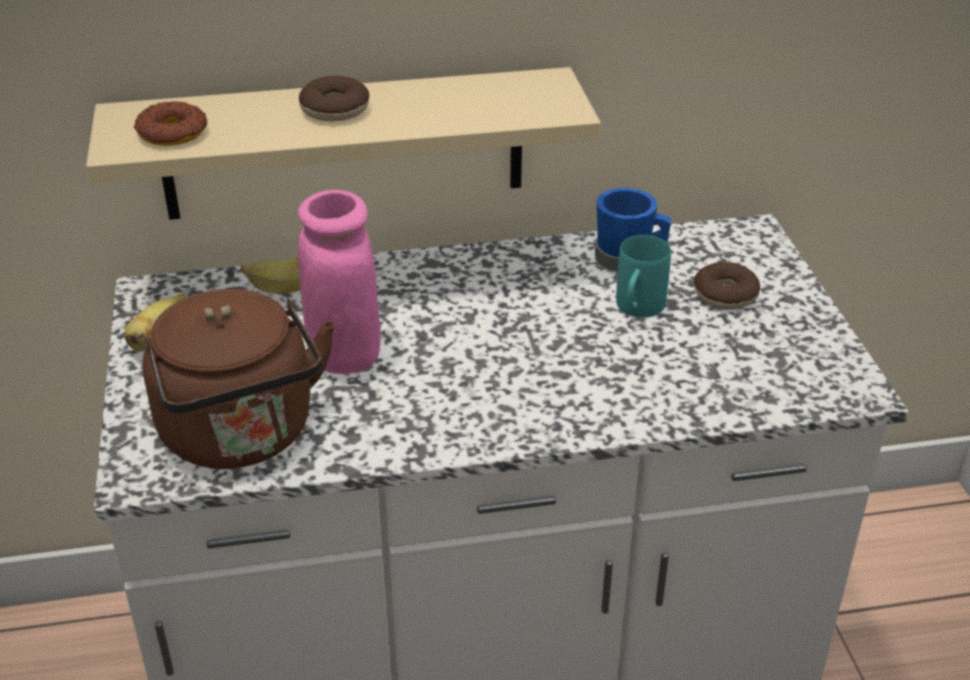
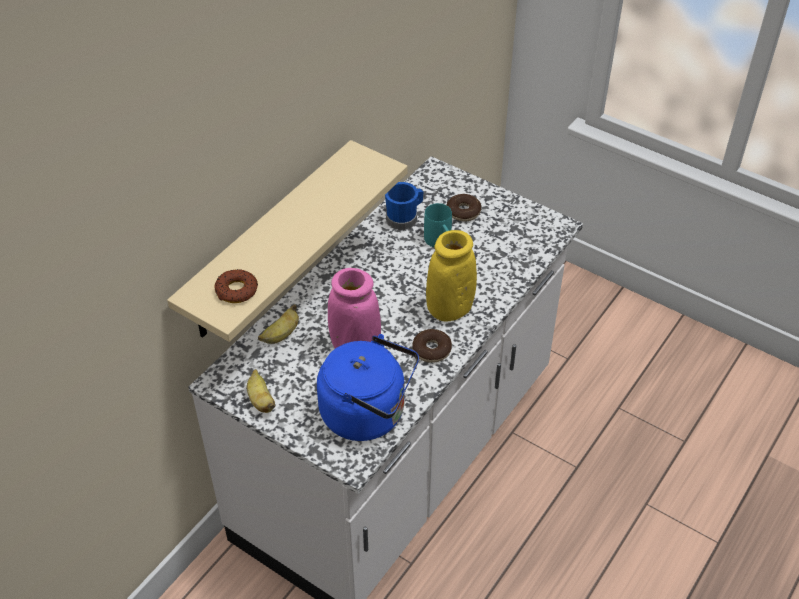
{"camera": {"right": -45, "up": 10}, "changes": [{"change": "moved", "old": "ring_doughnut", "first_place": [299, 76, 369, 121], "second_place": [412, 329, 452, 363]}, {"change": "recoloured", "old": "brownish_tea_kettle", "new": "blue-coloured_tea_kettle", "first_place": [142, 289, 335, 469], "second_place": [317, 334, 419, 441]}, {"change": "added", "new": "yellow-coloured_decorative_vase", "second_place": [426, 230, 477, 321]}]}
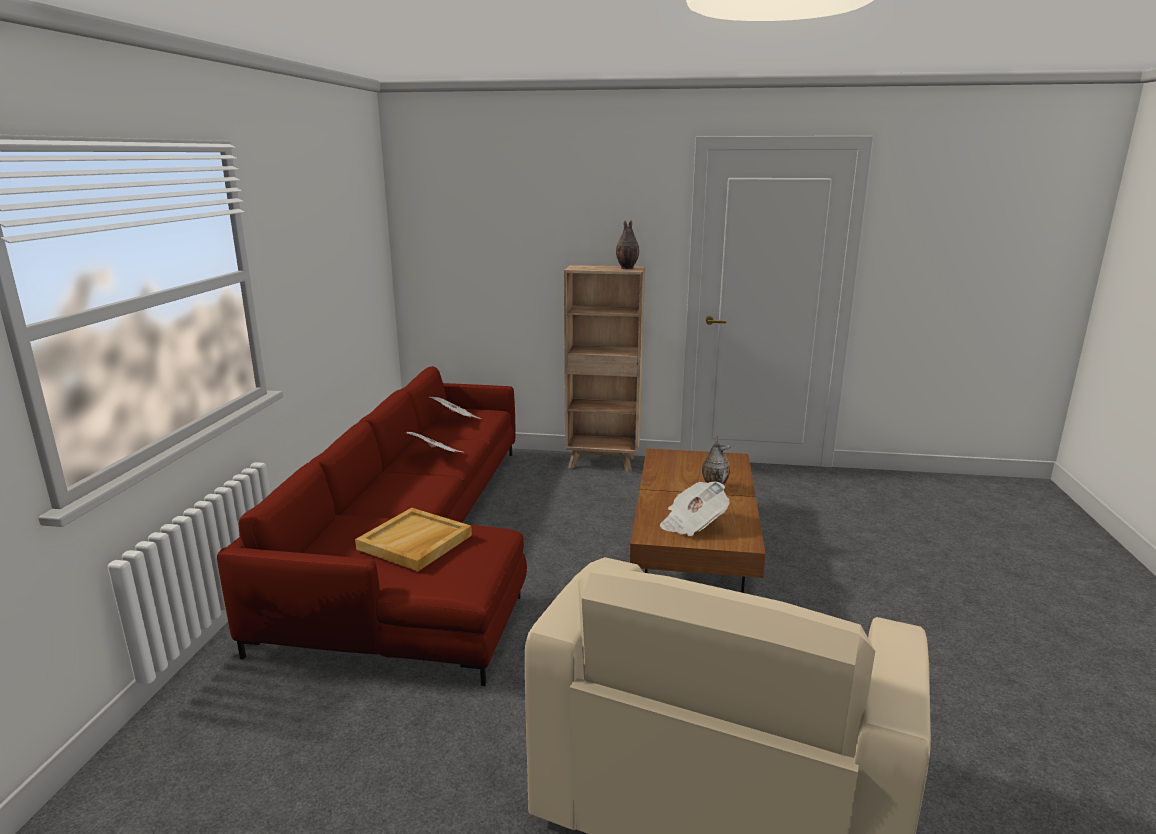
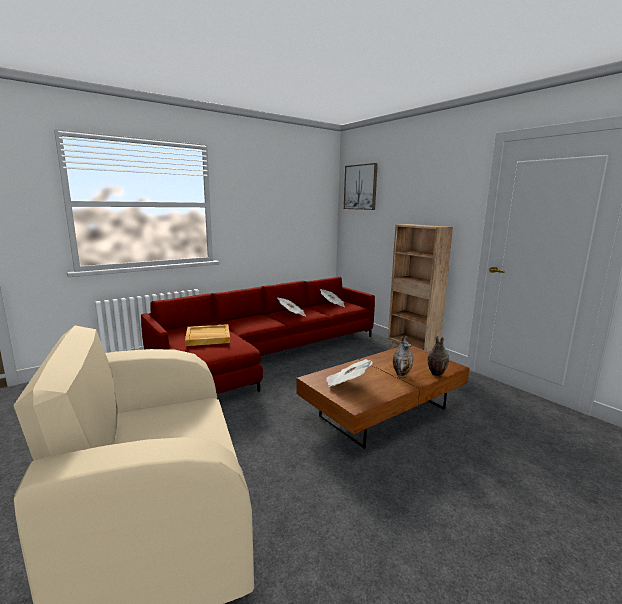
{"camera": {"right": 45, "up": -5}, "changes": [{"change": "moved", "old": "decorative_vase", "first_place": [616, 220, 639, 269], "second_place": [428, 336, 449, 376]}, {"change": "added", "new": "wall_art", "second_place": [344, 163, 378, 210]}]}
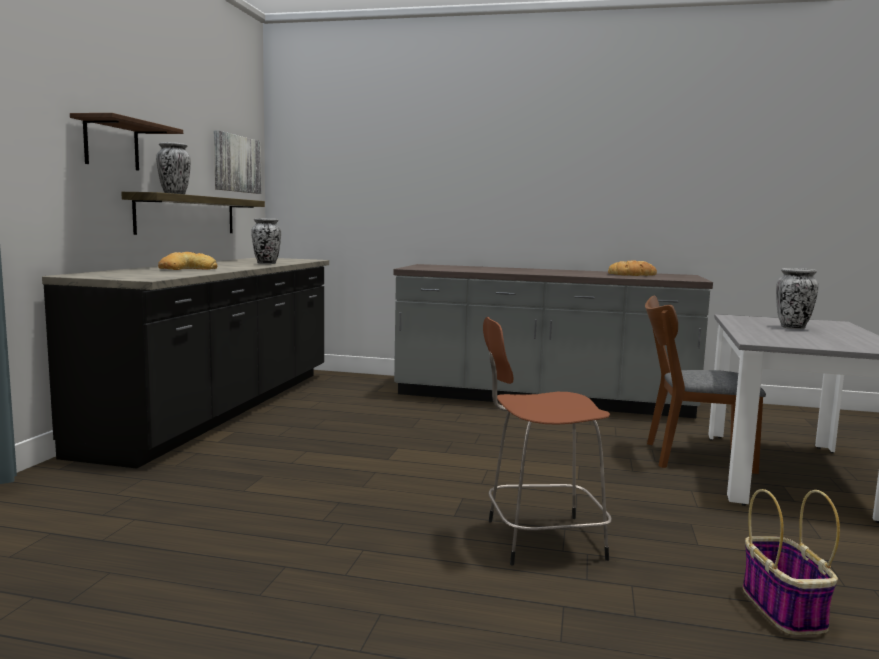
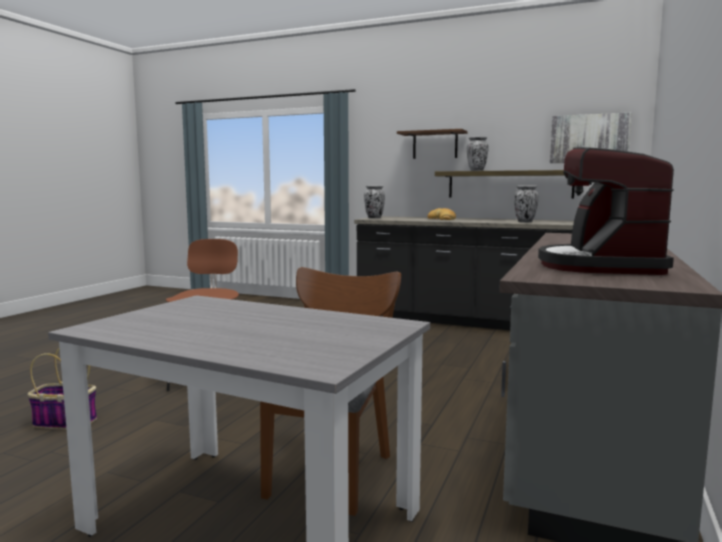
{"camera": {"right": 100, "up": 0}, "changes": [{"change": "replaced", "old": "bakery_bread", "new": "coffee_maker", "first_place": [608, 260, 657, 276], "second_place": [538, 147, 674, 275]}, {"change": "moved", "old": "decorative_vase", "first_place": [776, 268, 819, 329], "second_place": [364, 186, 385, 219]}]}
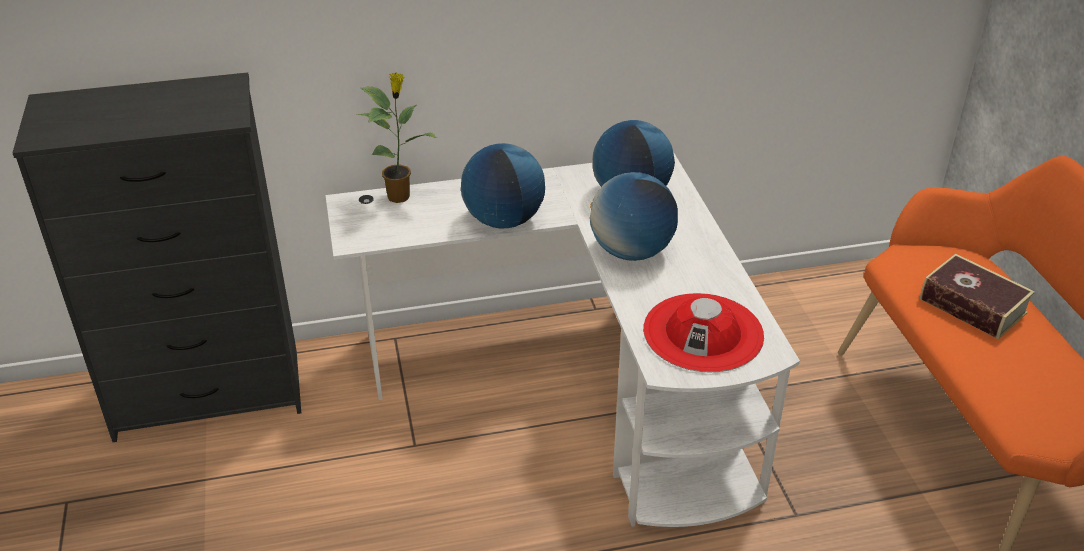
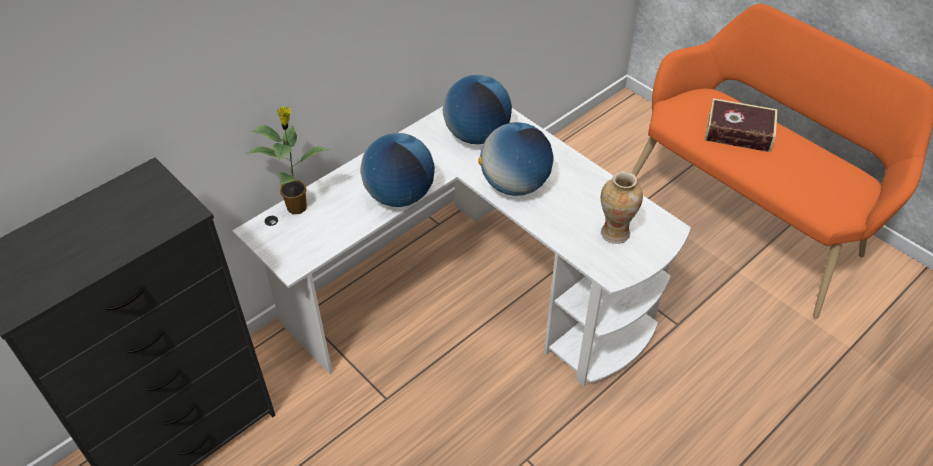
{"camera": {"right": -30, "up": 10}, "changes": [{"change": "replaced", "old": "red_wearable_hat", "new": "decorative_vase", "first_place": [643, 293, 764, 373], "second_place": [601, 171, 643, 244]}]}
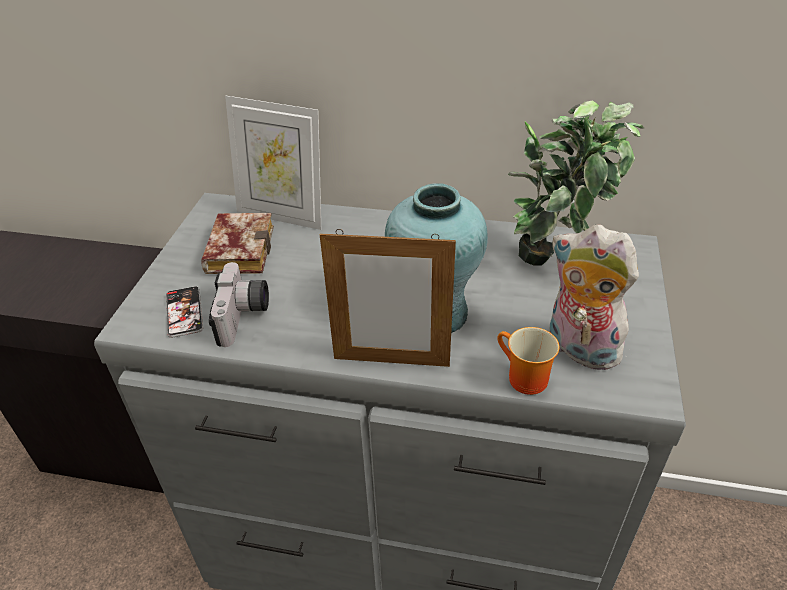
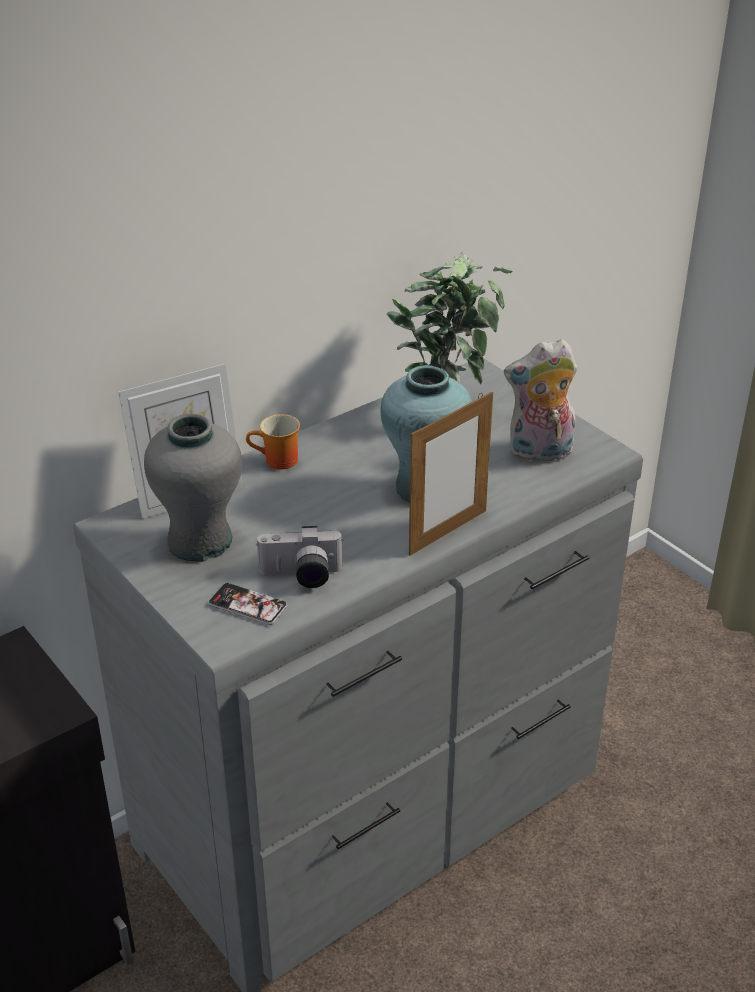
{"camera": {"right": -50, "up": -5}, "changes": [{"change": "replaced", "old": "bound_book", "new": "grey_decorative_vase", "first_place": [201, 213, 274, 274], "second_place": [144, 414, 242, 562]}, {"change": "turned", "old": "still_camera", "first_place": [209, 262, 269, 347], "second_place": [256, 526, 344, 588], "degrees": 135}, {"change": "moved", "old": "tea_mug", "first_place": [497, 327, 560, 395], "second_place": [246, 414, 300, 469]}]}
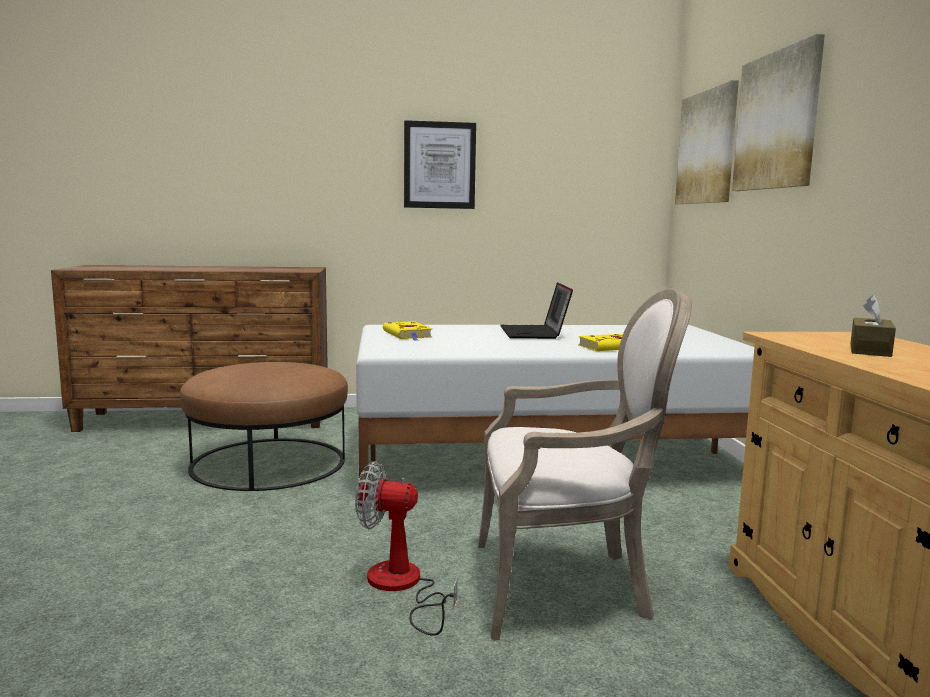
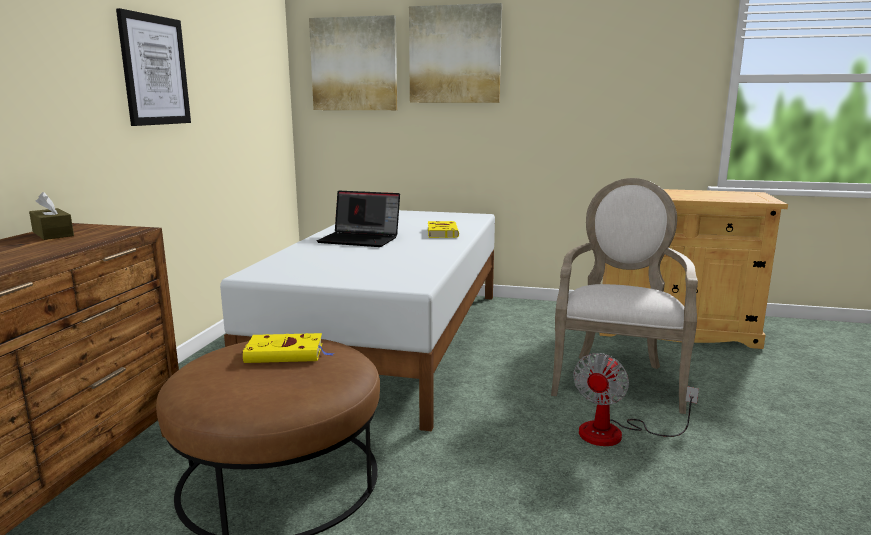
{"camera": {"right": -70, "up": 5}, "changes": [{"change": "moved", "old": "brownish_tissue_box", "first_place": [850, 295, 896, 357], "second_place": [29, 192, 74, 240]}, {"change": "moved", "old": "yellow-coloured_bound_book", "first_place": [383, 321, 432, 341], "second_place": [243, 333, 334, 363]}]}
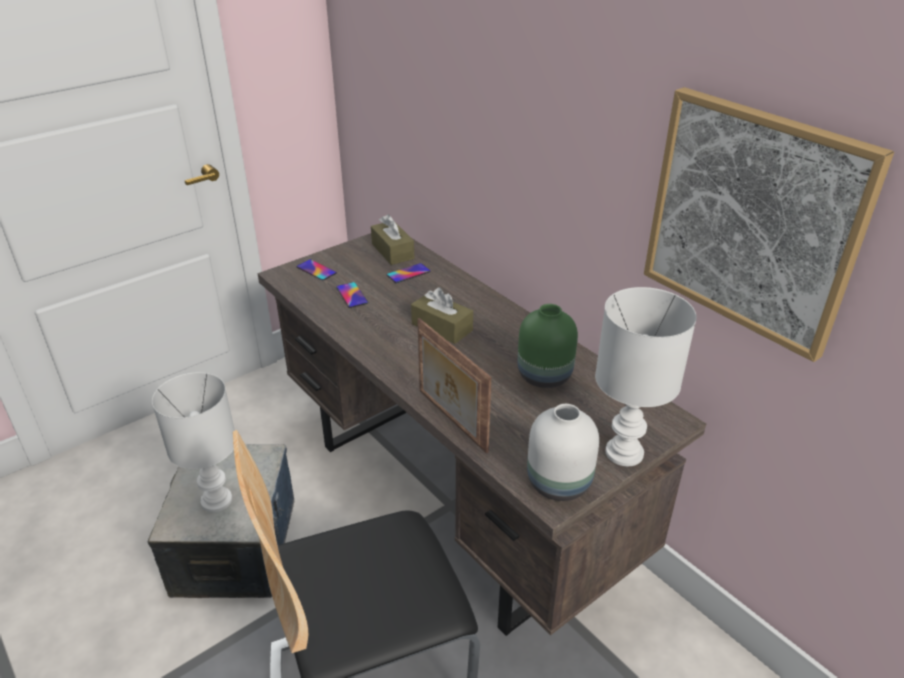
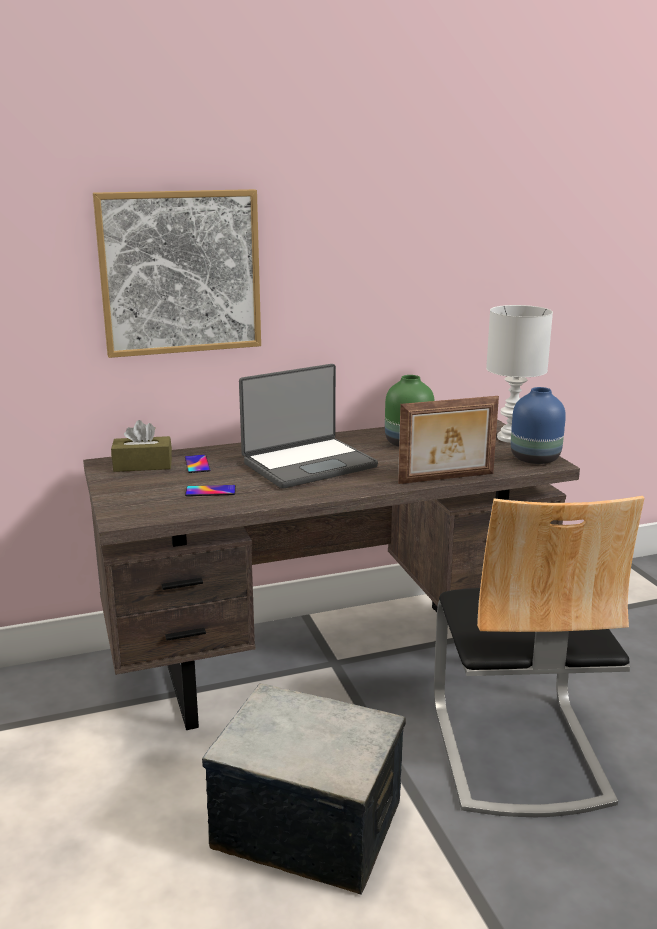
{"camera": {"right": -70, "up": -15}, "changes": [{"change": "moved", "old": "wall_art", "first_place": [644, 87, 894, 362], "second_place": [93, 189, 261, 358]}, {"change": "removed", "old": "telephone", "first_place": [297, 259, 337, 281]}, {"change": "replaced", "old": "brownish_tissue_box", "new": "laptop", "first_place": [411, 287, 473, 344], "second_place": [239, 364, 378, 489]}, {"change": "removed", "old": "white-coloured_lamp_for_a_table", "first_place": [152, 372, 235, 512]}, {"change": "recoloured", "old": "white-coloured_decorative_vase", "new": "blue-coloured_decorative_vase", "first_place": [527, 404, 599, 501], "second_place": [511, 387, 566, 464]}]}
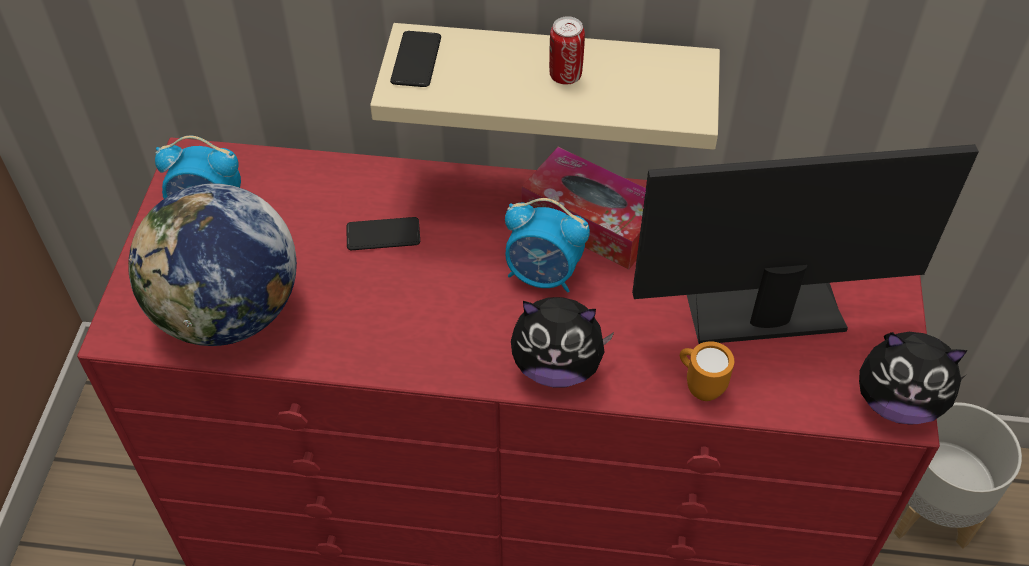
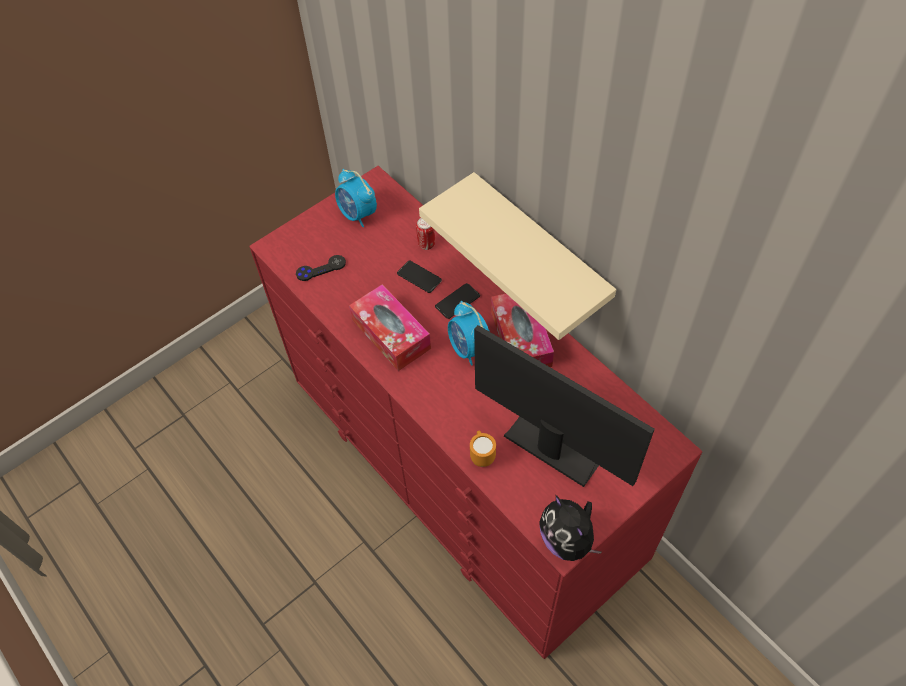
{"camera": {"right": 45, "up": 5}, "changes": [{"change": "moved", "old": "can", "first_place": [549, 16, 585, 85], "second_place": [416, 218, 435, 250]}, {"change": "moved", "old": "telephone", "first_place": [390, 31, 441, 87], "second_place": [435, 283, 480, 319]}, {"change": "replaced", "old": "world_globe", "new": "blackish_joypad", "first_place": [128, 184, 297, 346], "second_place": [296, 255, 346, 281]}, {"change": "removed", "old": "soft_toy", "first_place": [511, 297, 615, 388]}, {"change": "removed", "old": "grey_planter", "first_place": [894, 402, 1022, 549]}, {"change": "added", "new": "tissue_box", "second_place": [349, 284, 431, 371]}]}
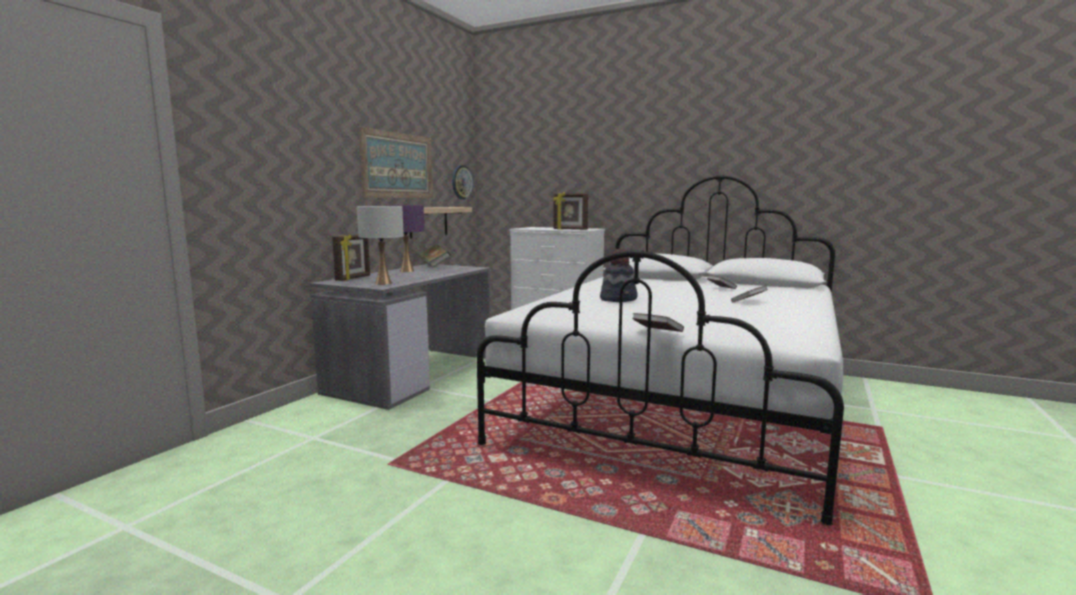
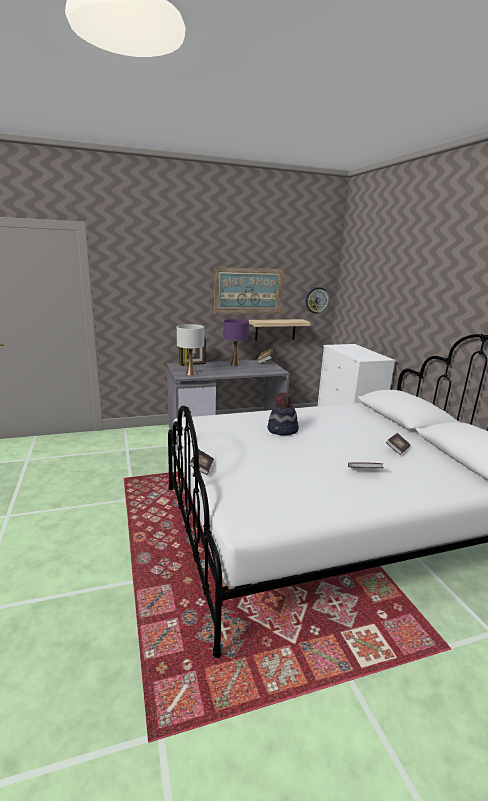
{"camera": {"right": 45, "up": 10}, "changes": [{"change": "removed", "old": "photo_frame", "first_place": [553, 192, 588, 230]}]}
